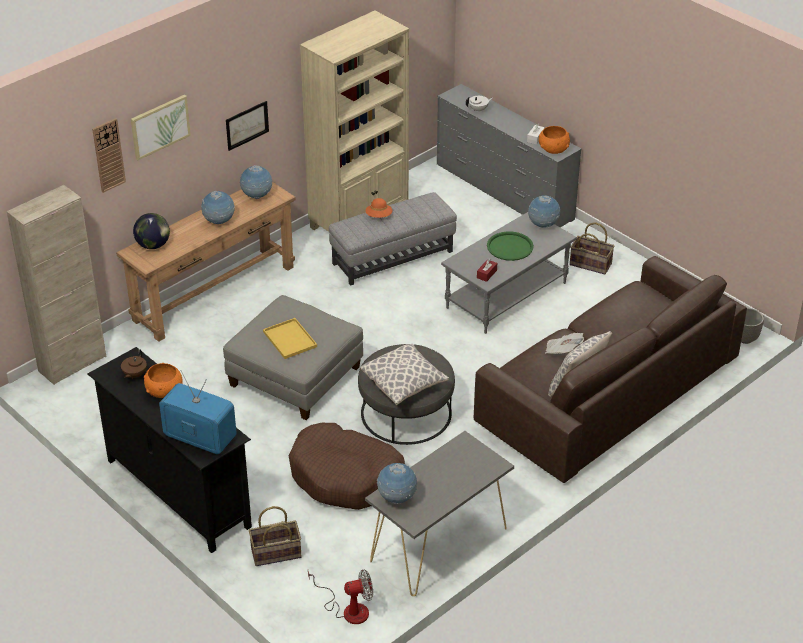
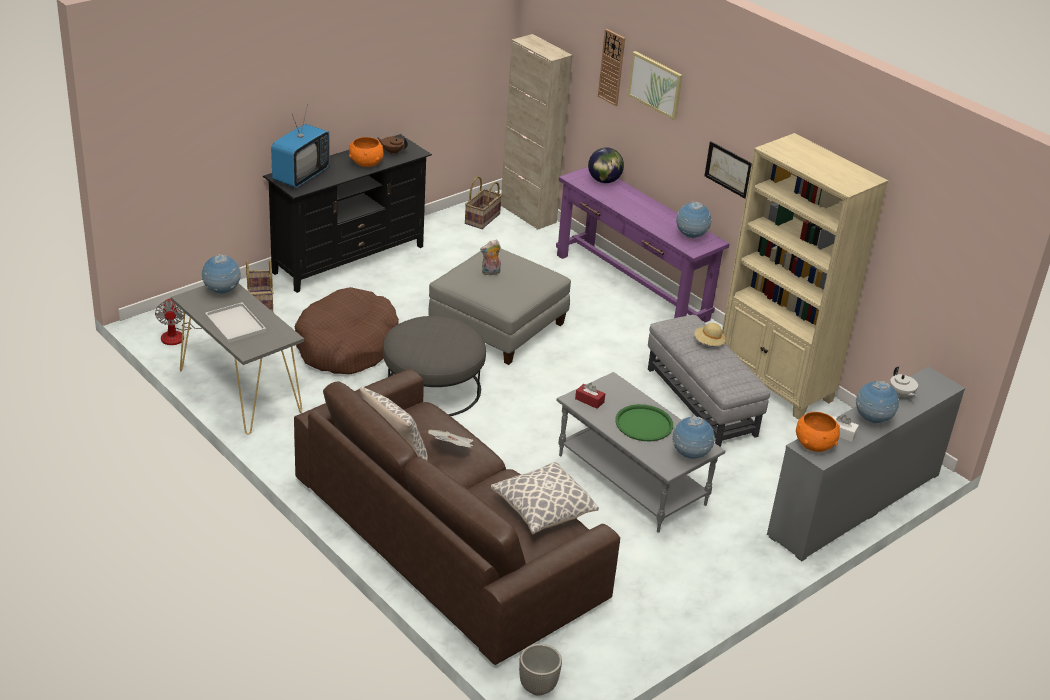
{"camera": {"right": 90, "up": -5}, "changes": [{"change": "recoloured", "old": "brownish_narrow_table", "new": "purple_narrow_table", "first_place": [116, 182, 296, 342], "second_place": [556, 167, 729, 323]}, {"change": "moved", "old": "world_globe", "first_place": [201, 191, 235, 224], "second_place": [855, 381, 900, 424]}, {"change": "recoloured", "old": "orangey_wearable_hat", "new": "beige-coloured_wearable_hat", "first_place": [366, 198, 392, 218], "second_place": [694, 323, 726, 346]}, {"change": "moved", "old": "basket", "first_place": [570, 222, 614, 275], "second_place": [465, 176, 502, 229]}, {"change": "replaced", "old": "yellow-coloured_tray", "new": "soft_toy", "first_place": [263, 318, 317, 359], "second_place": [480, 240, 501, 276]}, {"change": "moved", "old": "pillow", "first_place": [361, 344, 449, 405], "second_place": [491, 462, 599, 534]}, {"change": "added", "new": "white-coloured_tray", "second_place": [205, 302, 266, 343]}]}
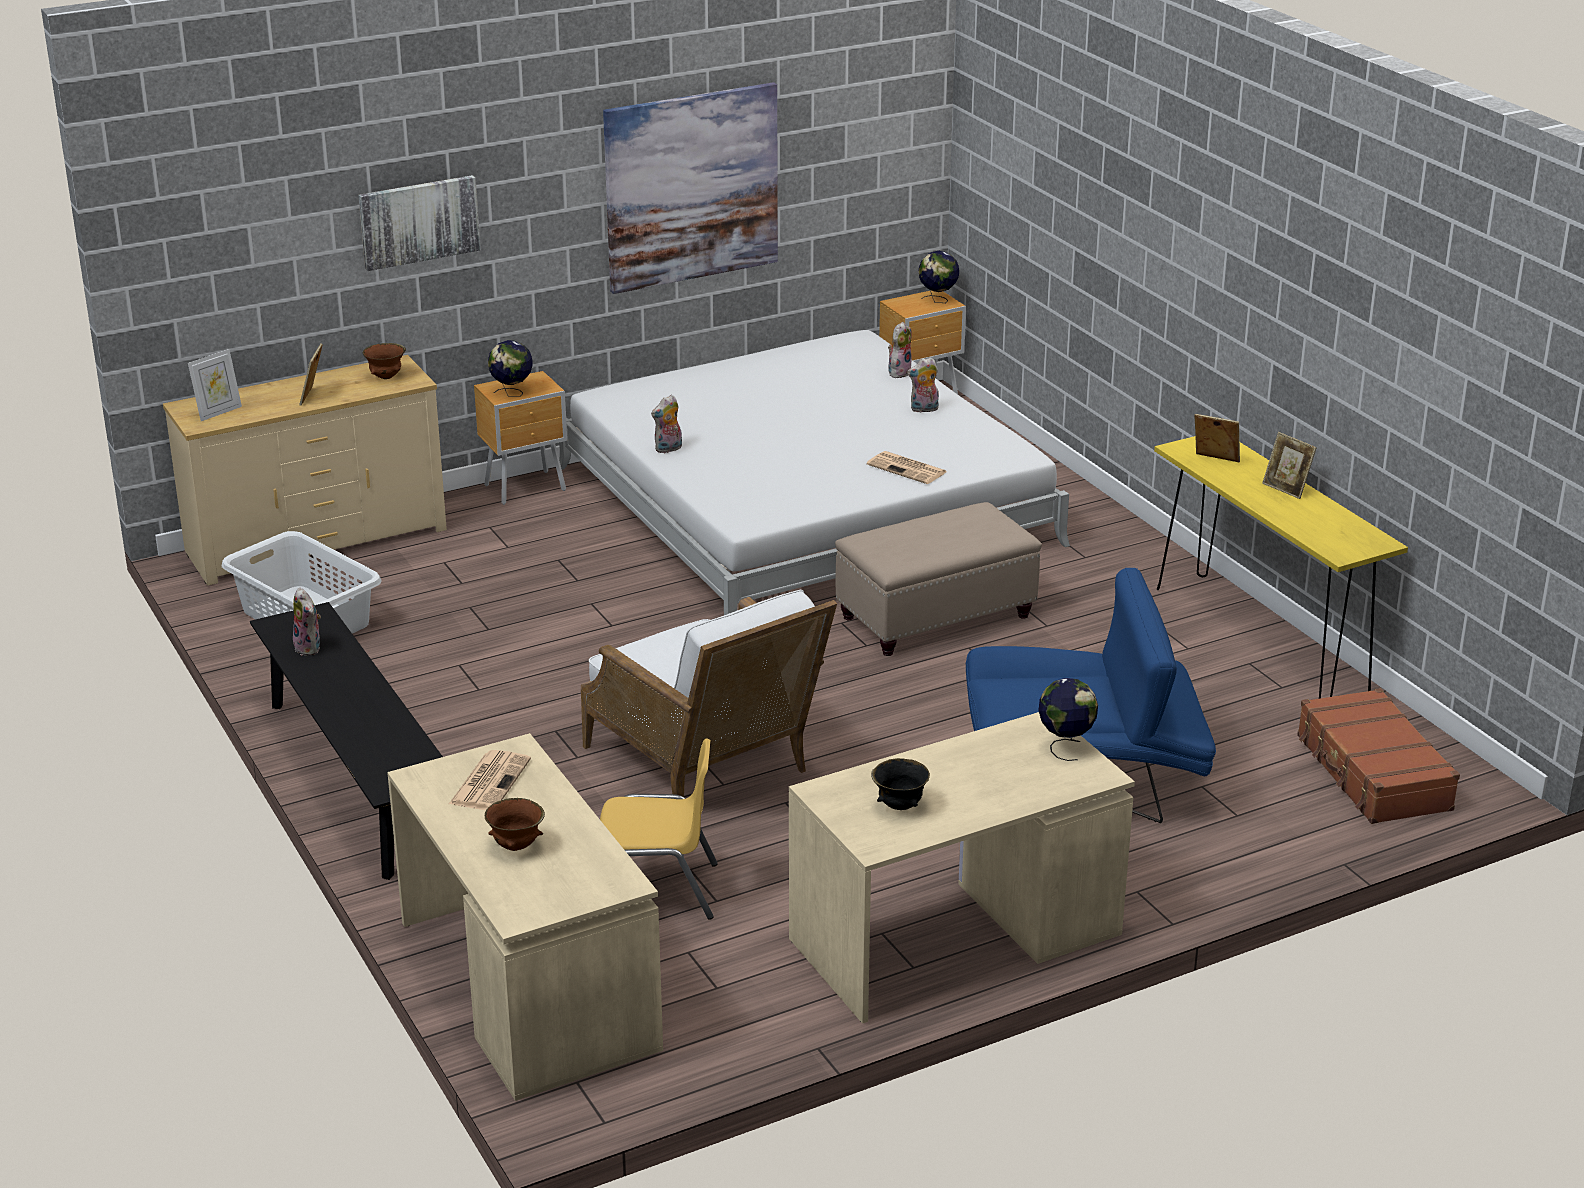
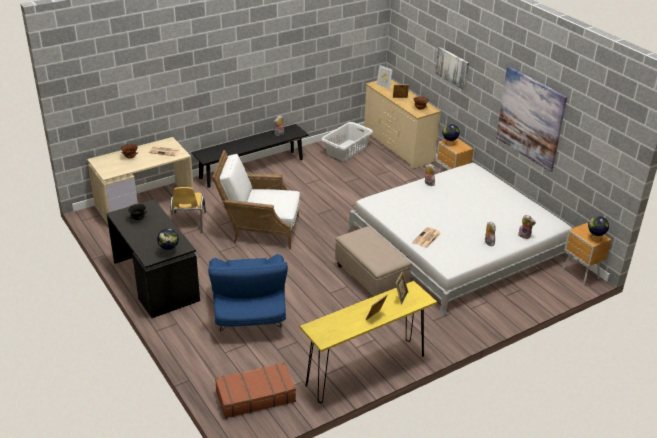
{"camera": {"right": 85, "up": 5}, "changes": [{"change": "turned", "old": "white-coloured_lounge_chair", "first_place": [581, 590, 837, 797], "second_place": [212, 150, 300, 249], "degrees": 45}, {"change": "recoloured", "old": "beige-coloured_desk_unit", "new": "blackish_desk_unit", "first_place": [789, 712, 1135, 1024], "second_place": [106, 199, 200, 318]}]}
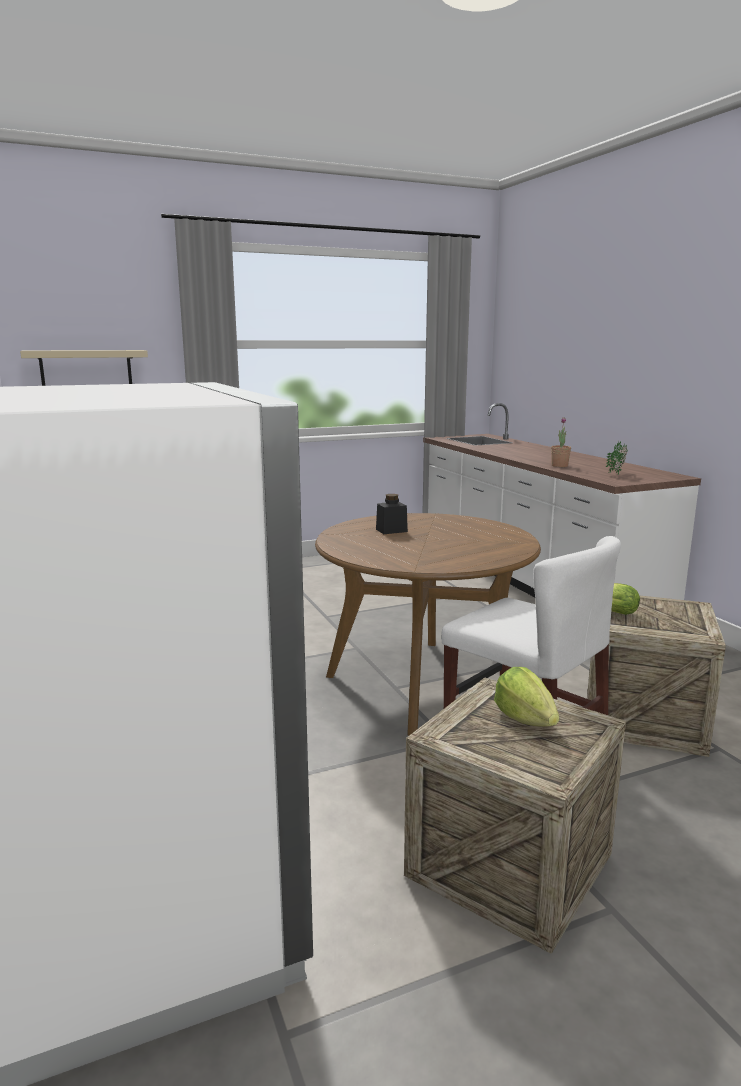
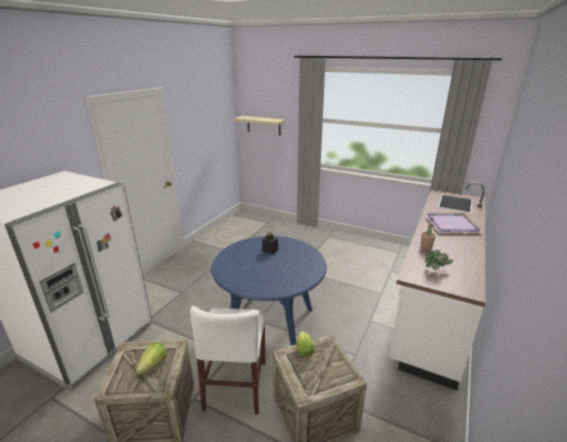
{"camera": {"right": 50, "up": 10}, "changes": [{"change": "recoloured", "old": "brownish_dining_table", "new": "blue-coloured_dining_table", "first_place": [315, 513, 541, 736], "second_place": [211, 236, 327, 346]}, {"change": "added", "new": "purple_tray", "second_place": [425, 213, 482, 234]}]}
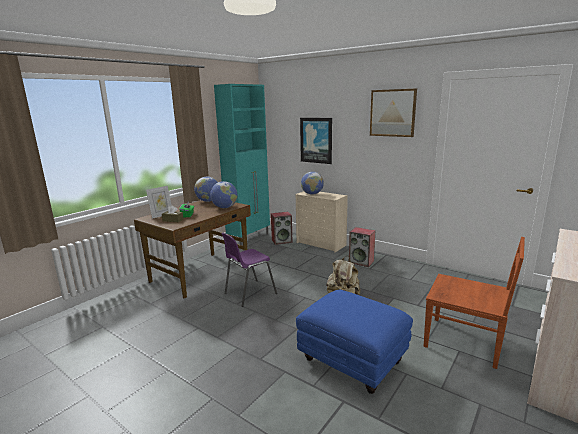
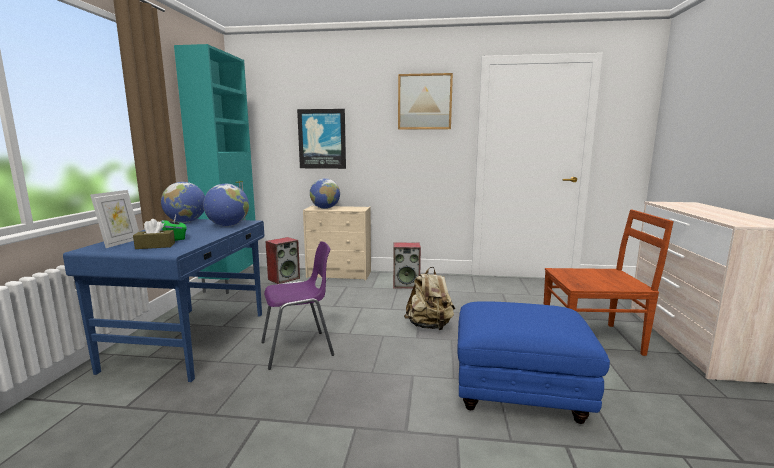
{"camera": {"right": -30, "up": -5}, "changes": [{"change": "recoloured", "old": "brownish_desk_unit", "new": "blue-coloured_desk_unit", "first_place": [134, 200, 251, 298], "second_place": [63, 219, 264, 382]}, {"change": "turned", "old": "purple_chair", "first_place": [222, 233, 277, 307], "second_place": [261, 241, 334, 370], "degrees": -135}]}
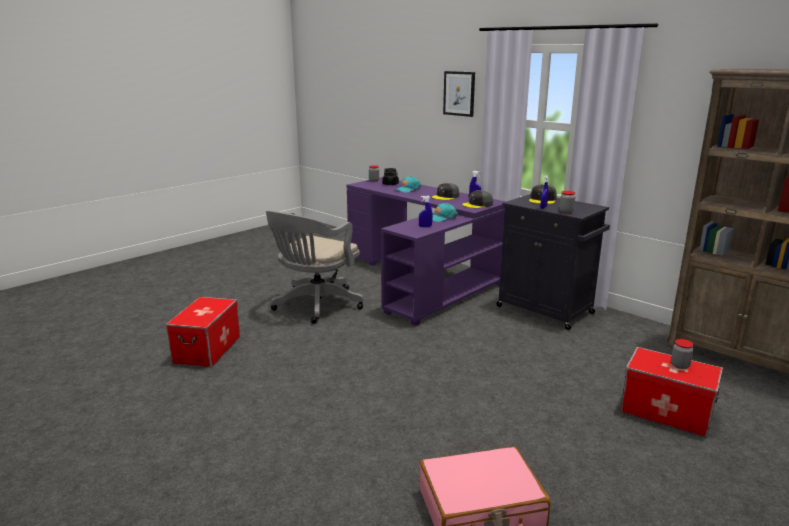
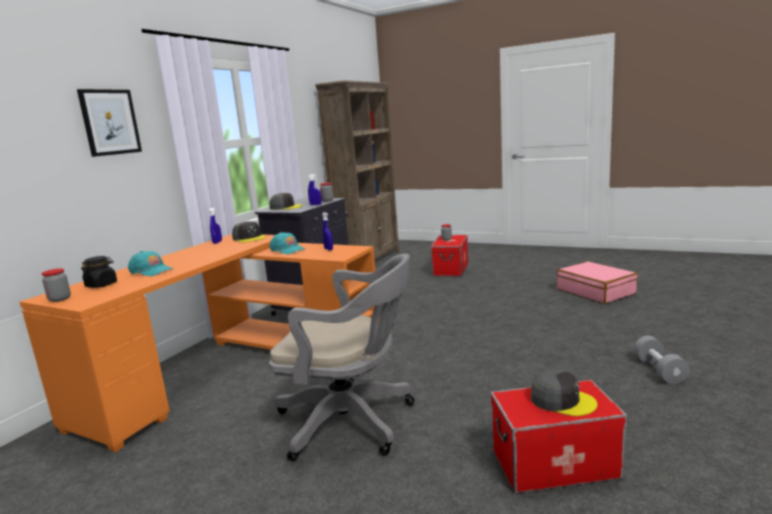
{"camera": {"right": -105, "up": -5}, "changes": [{"change": "recoloured", "old": "purple_desk_unit", "new": "orangey_desk_unit", "first_place": [346, 177, 506, 326], "second_place": [20, 234, 379, 452]}, {"change": "moved", "old": "grey_baseball_cap", "first_place": [432, 183, 459, 200], "second_place": [531, 369, 598, 416]}, {"change": "added", "new": "grey_hand_weight", "second_place": [634, 336, 690, 384]}]}
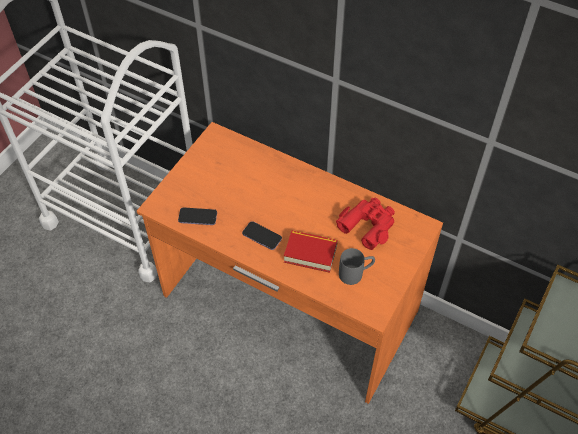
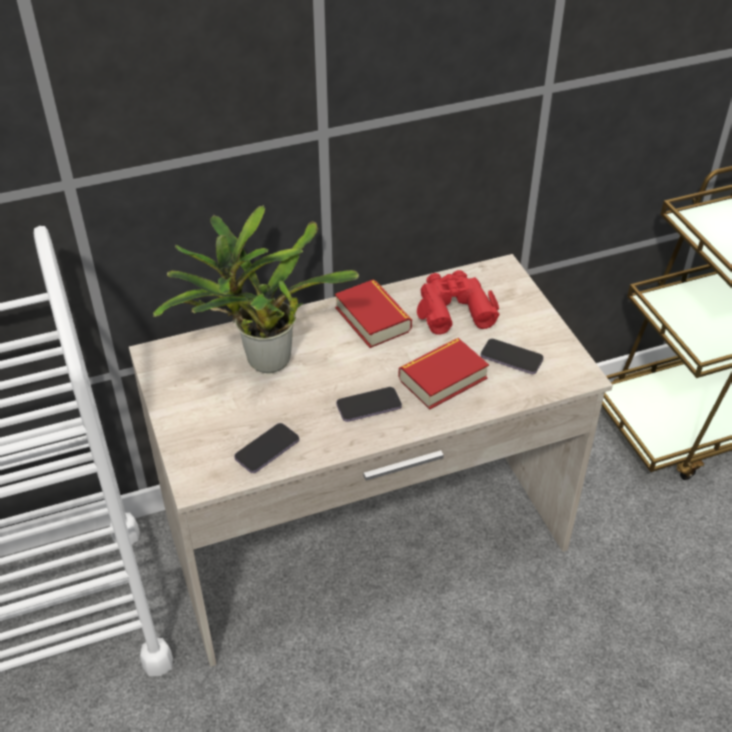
{"camera": {"right": -50, "up": -10}, "changes": [{"change": "recoloured", "old": "orangey_desk_unit", "new": "beige-coloured_desk_unit", "first_place": [137, 122, 443, 404], "second_place": [129, 254, 613, 667]}, {"change": "replaced", "old": "grey_tea_mug", "new": "telephone", "first_place": [339, 248, 375, 285], "second_place": [481, 339, 544, 374]}, {"change": "added", "new": "houseplant", "second_place": [153, 205, 359, 373]}, {"change": "added", "new": "bound_book", "second_place": [335, 280, 412, 348]}]}
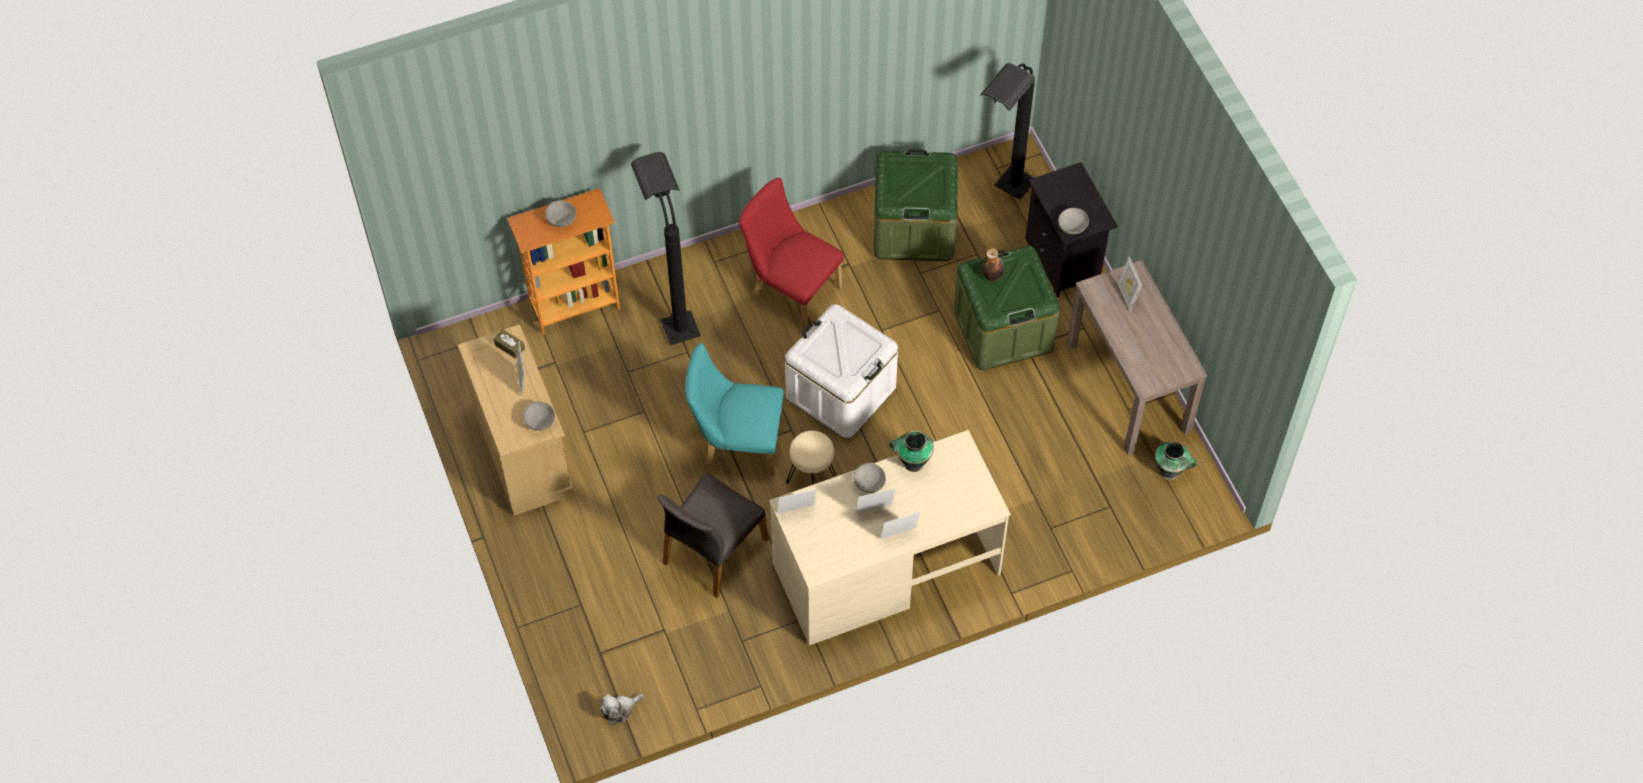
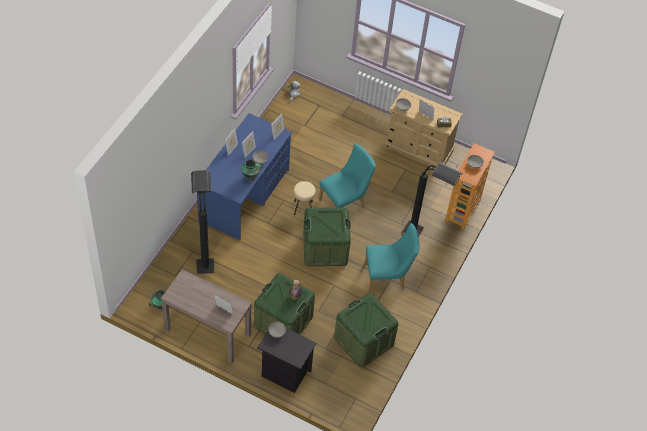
{"camera": {"right": 135, "up": -5}, "changes": [{"change": "moved", "old": "blackish_floor_lamp", "first_place": [980, 63, 1035, 200], "second_place": [191, 170, 214, 274]}, {"change": "recoloured", "old": "red_chair", "new": "turquoise-coloured_chair", "first_place": [739, 178, 844, 329], "second_place": [364, 223, 419, 293]}, {"change": "recoloured", "old": "white-coloured_storage_box", "new": "green-coloured_storage_box", "first_place": [785, 304, 898, 439], "second_place": [303, 208, 351, 266]}, {"change": "recoloured", "old": "beige-coloured_desk_unit", "new": "blue-coloured_desk_unit", "first_place": [769, 430, 1011, 645], "second_place": [197, 113, 292, 240]}, {"change": "removed", "old": "grey_chair", "first_place": [658, 473, 768, 598]}]}
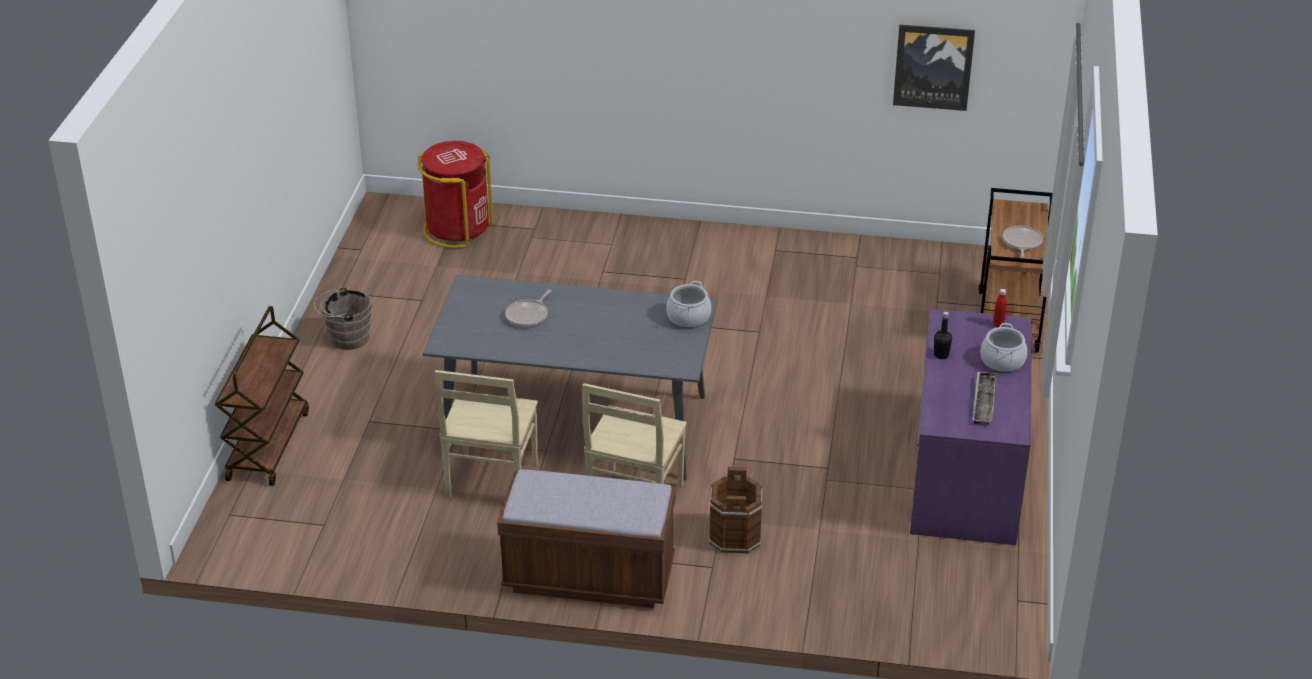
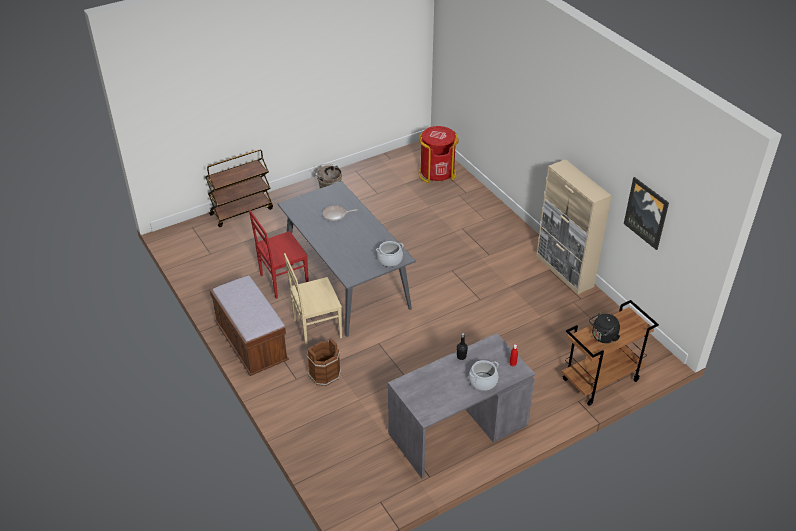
{"camera": {"right": 50, "up": 5}, "changes": [{"change": "replaced", "old": "pan", "new": "blackish_tea_kettle", "first_place": [1003, 226, 1043, 258], "second_place": [589, 313, 620, 343]}, {"change": "recoloured", "old": "purple_desk_unit", "new": "grey_desk_unit", "first_place": [910, 308, 1032, 545], "second_place": [388, 333, 535, 479]}, {"change": "recoloured", "old": "beige-coloured_chair", "new": "red_chair", "first_place": [435, 370, 538, 498], "second_place": [249, 210, 309, 299]}, {"change": "removed", "old": "tray", "first_place": [973, 372, 996, 425]}, {"change": "added", "new": "beige-coloured_storage_cabinet", "second_place": [536, 159, 612, 294]}]}
